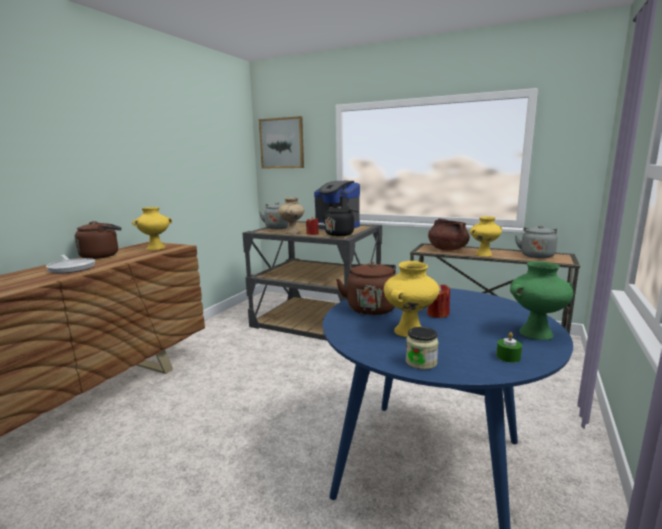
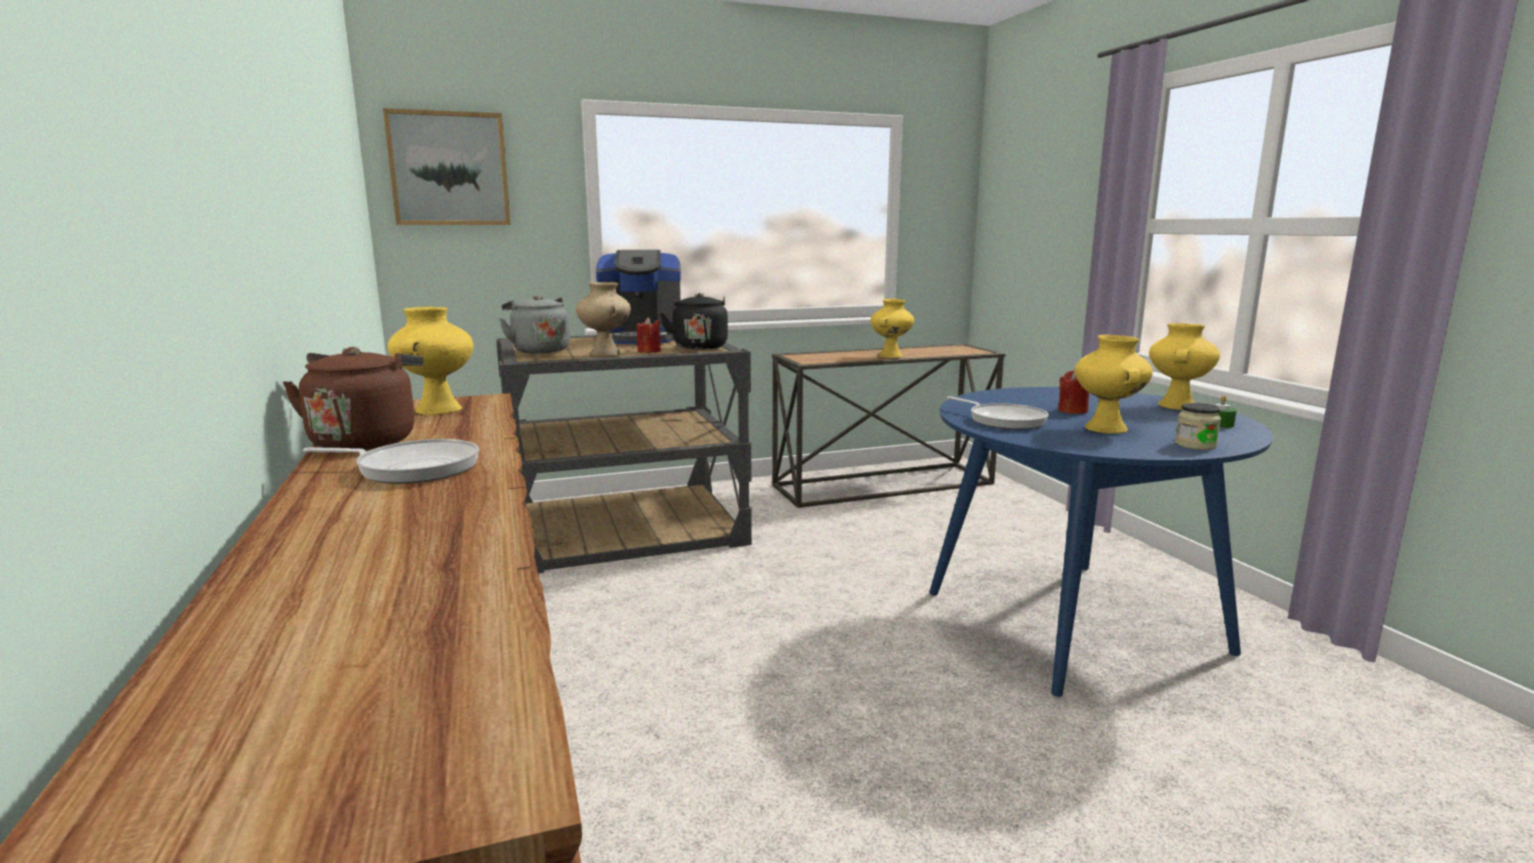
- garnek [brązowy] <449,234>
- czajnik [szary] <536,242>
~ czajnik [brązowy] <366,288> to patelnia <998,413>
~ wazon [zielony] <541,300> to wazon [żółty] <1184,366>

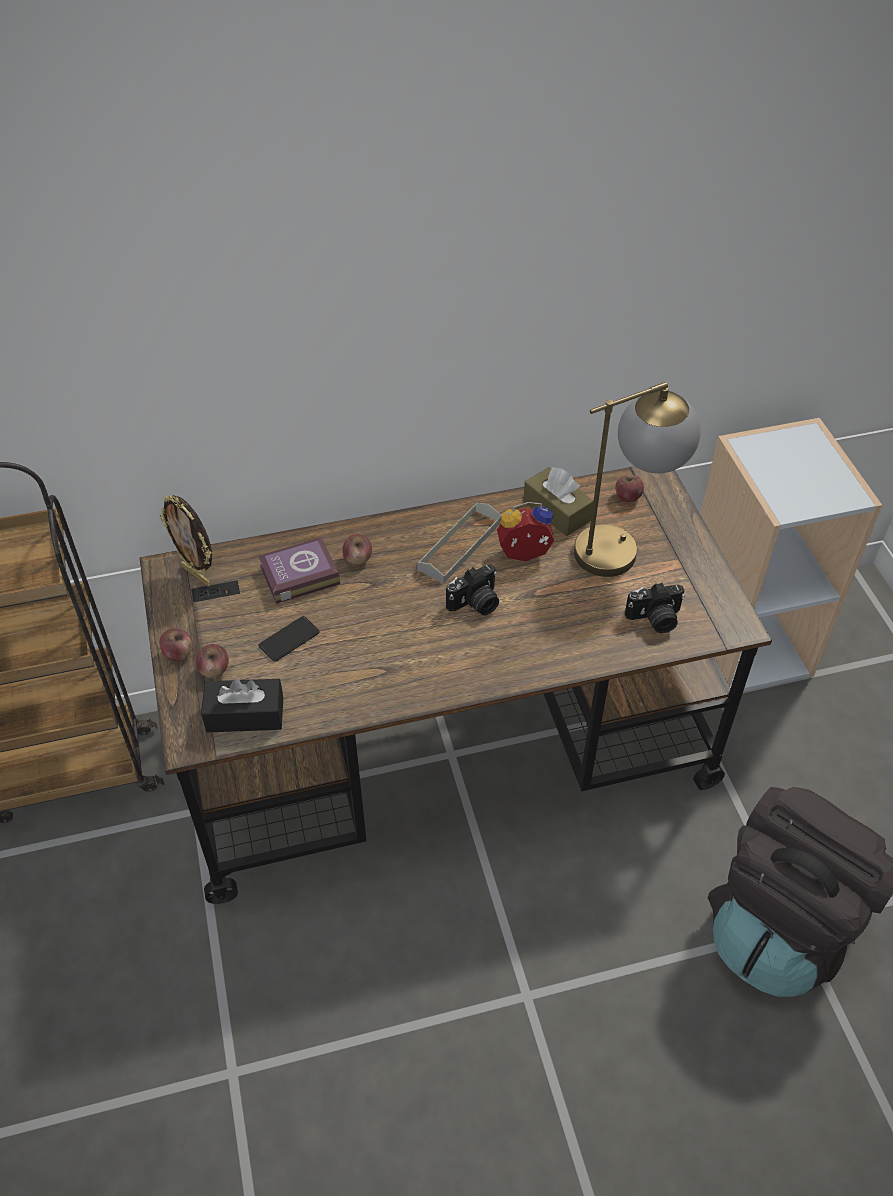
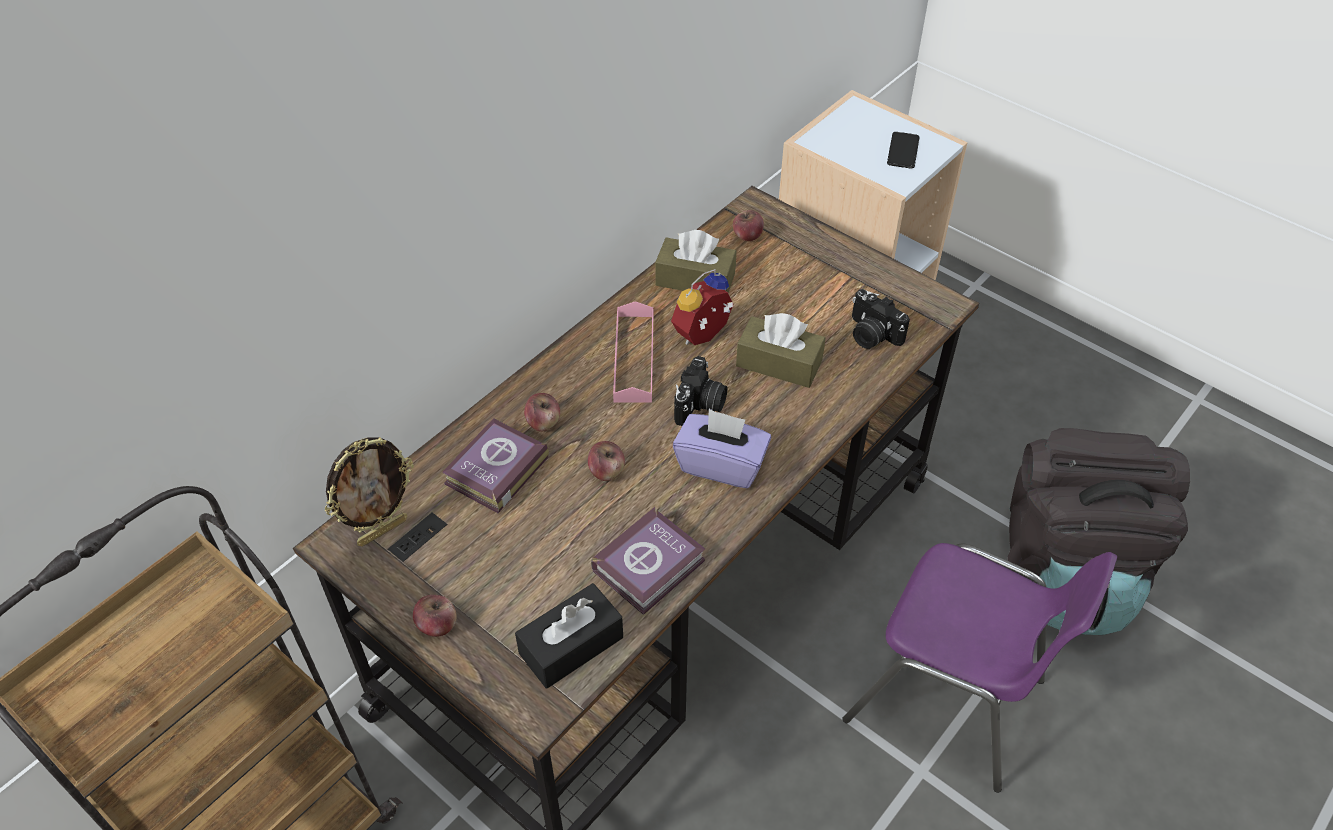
- lampa stołowa <637,479>
+ książka <648,561>
+ pudełko chusteczek [fioletowy] <722,448>
+ pudełko chusteczek [brązowy] <780,350>
+ krzesło [fioletowy] <979,668>
~ jabłko <212,661> to <606,461>
~ telefon <289,638> to <903,150>
~ taca [szary] <459,543> to taca [różowy] <633,352>
~ ramka na zdjęcie <186,541> = <369,492> 45 degrees counterclockwise
~ aparat fotograficzny <655,607> = <881,319> 90 degrees clockwise

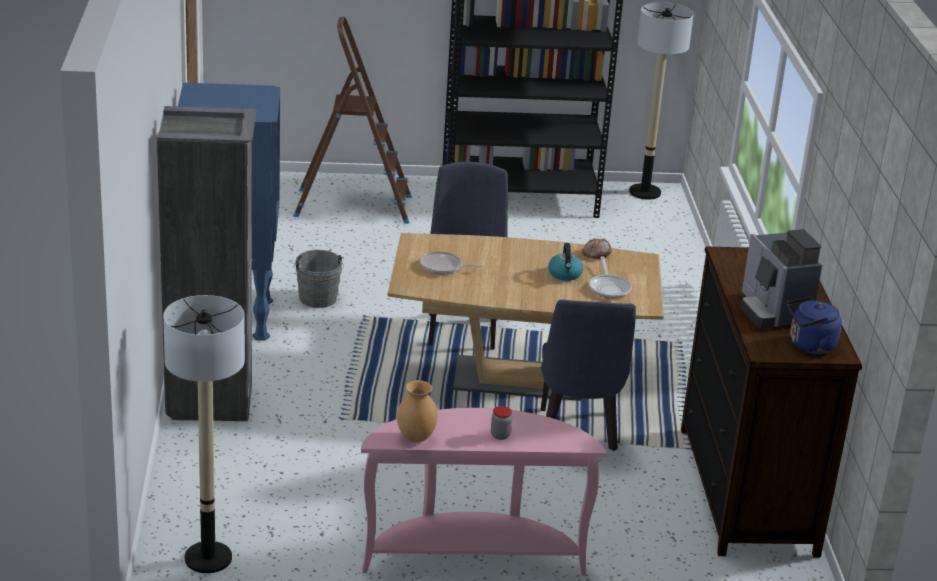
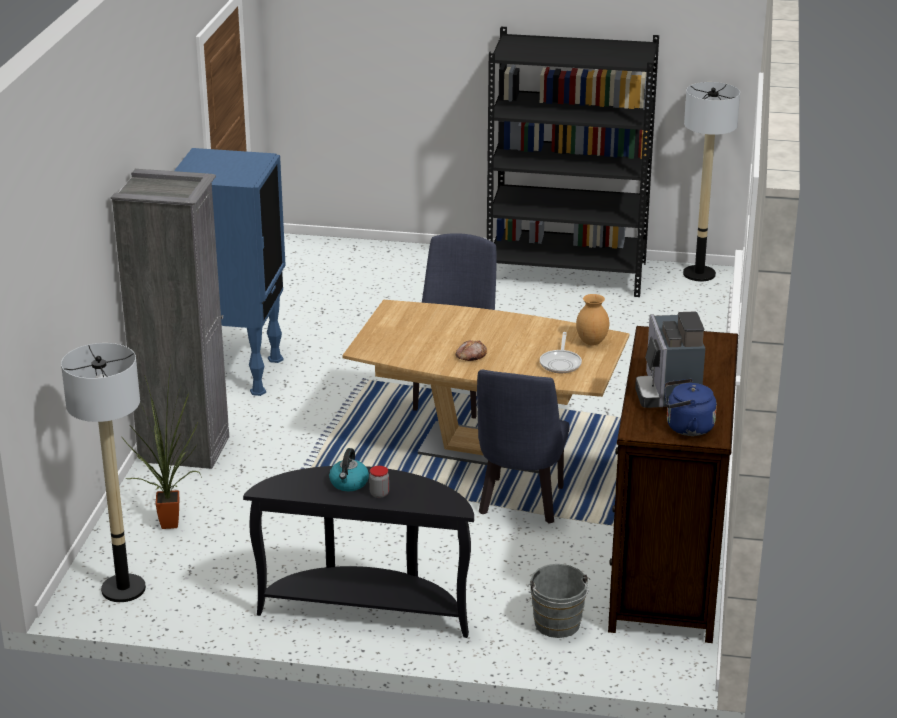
- drabinka [brązowy] <352,120>
- patelnia <451,263>
+ roślina doniczkowa <162,449>
~ wiadro [szary] <319,279> to <558,601>
~ wazon [brązowy] <417,411> to <592,319>
~ czajnik <565,262> to <349,469>
~ chleb <597,248> to <471,350>
~ stolik konsolowy [różowy] <484,492> to stolik konsolowy [czarny] <358,552>

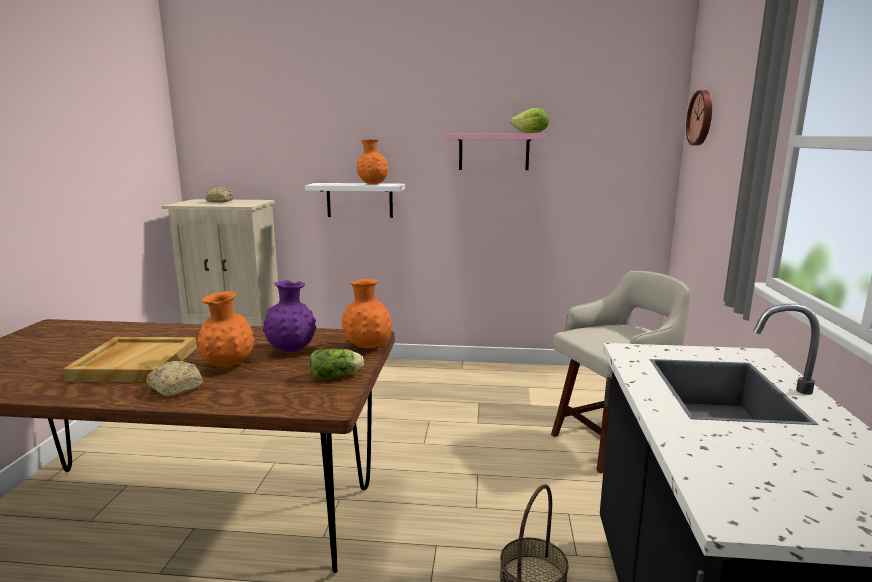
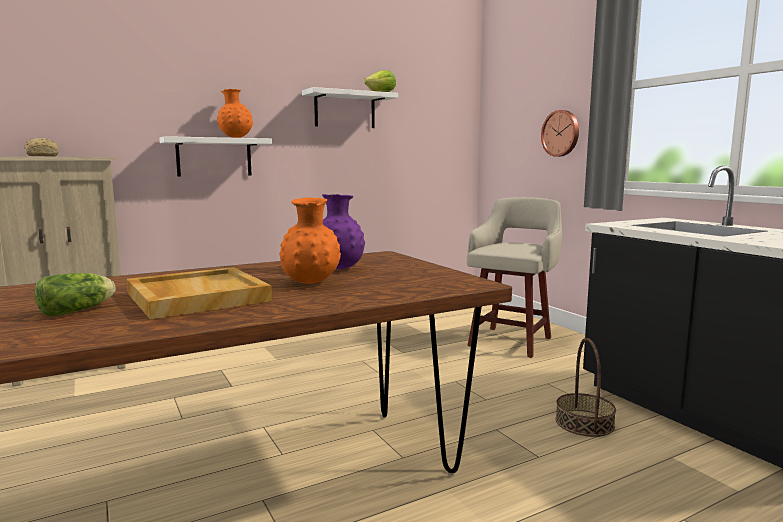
- chleb <174,379>
- wazon [pomarańczowy] <367,313>
~ sałata <336,364> to <75,295>
~ zegar ścienny <699,117> to <560,133>
~ półka [różowy] <495,152> to półka [biały] <350,107>

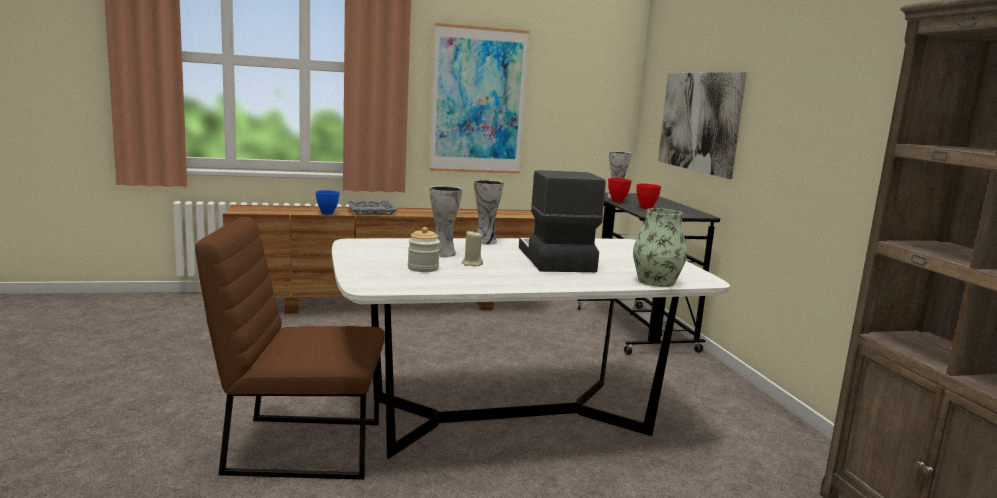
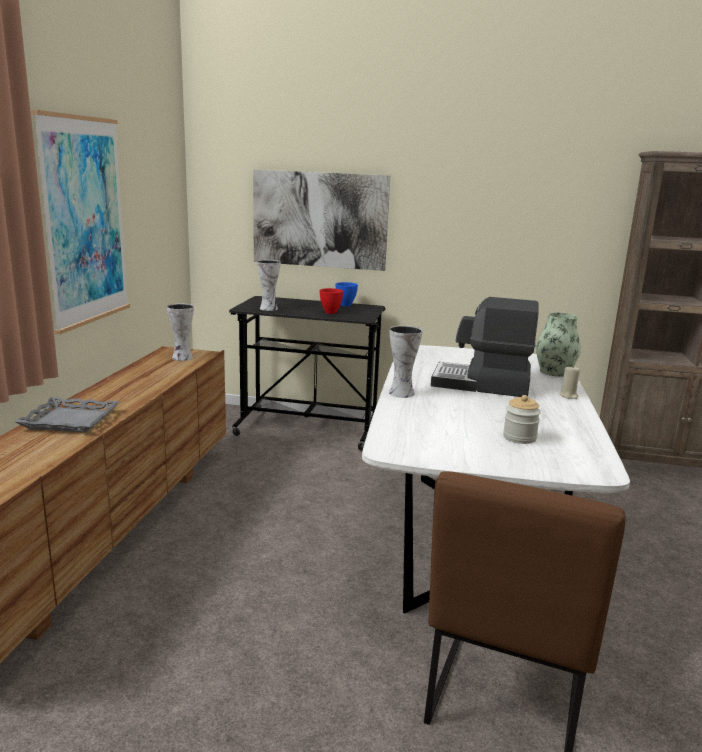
- miska [czerwony] <620,190>
~ miska [niebieski] <328,202> to <346,294>
~ wazon <446,221> to <180,332>
~ świeca [beżowy] <472,248> to <570,382>

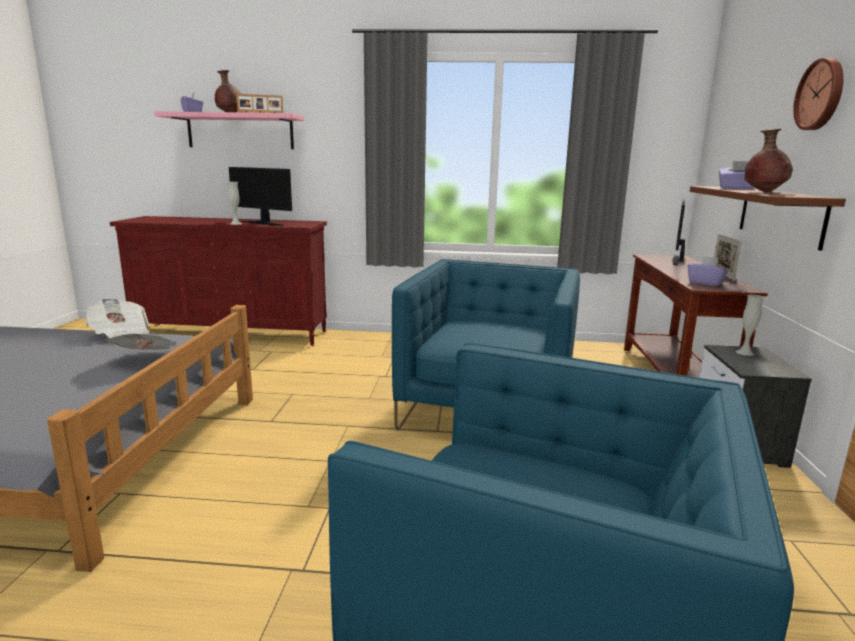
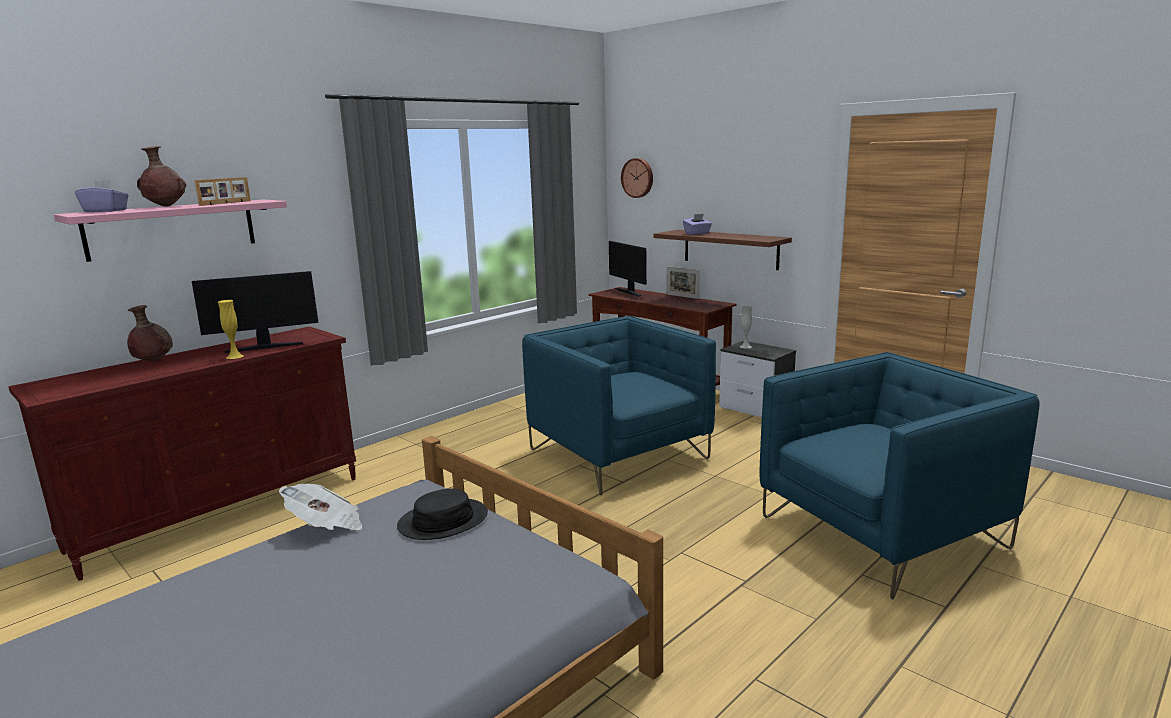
- pudełko chusteczek [fioletowy] <708,271>
~ wazon [brązowy] <769,160> to <150,333>
~ zegar ścienny <818,94> to <637,178>
~ gazeta <141,342> to kapelusz [czarny] <442,514>
~ wazon [biały] <234,203> to wazon [żółty] <231,329>

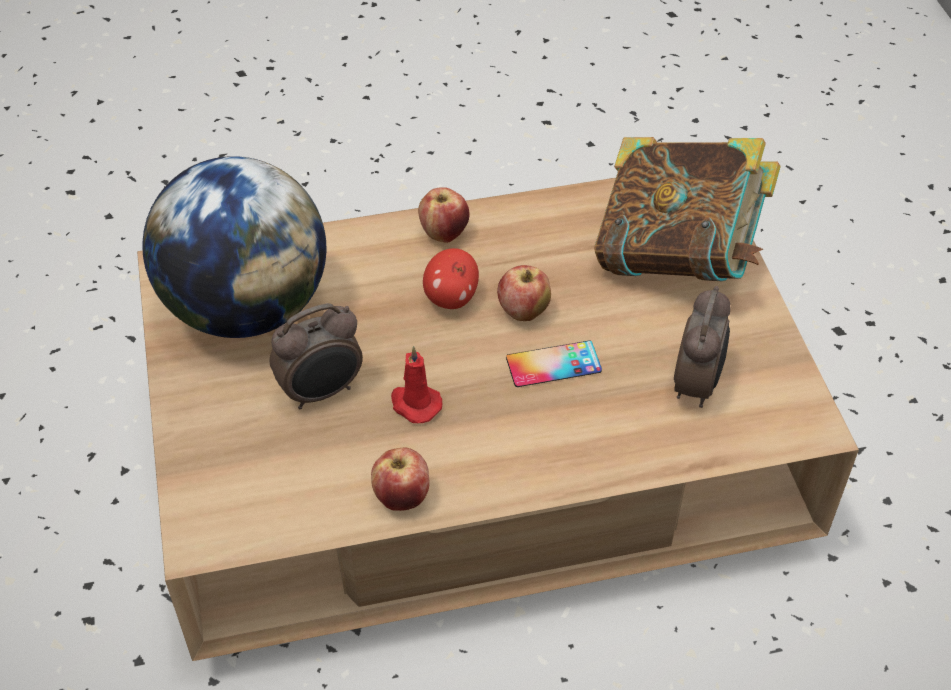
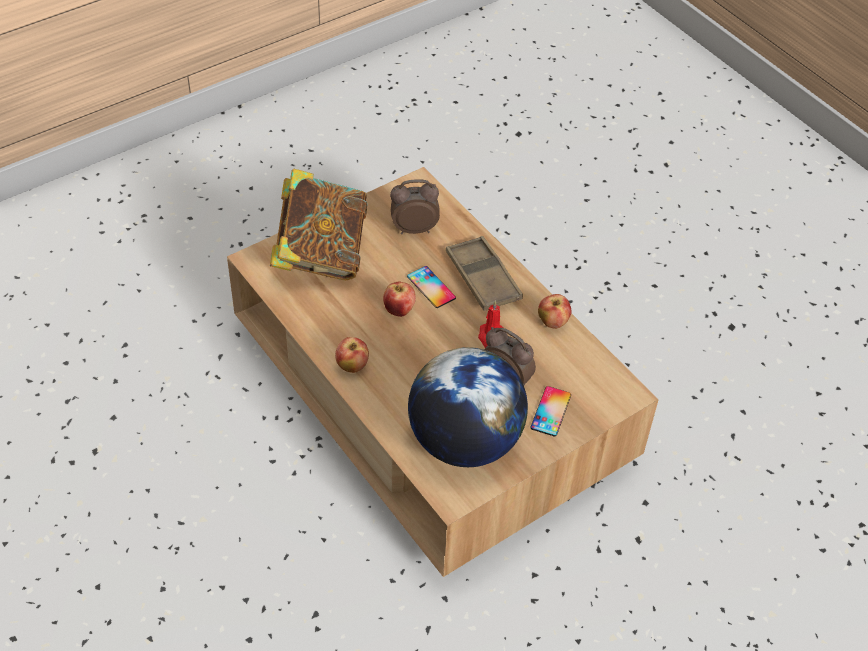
- jabłko <451,278>
+ taca [brązowy] <484,273>
+ telefon <551,411>

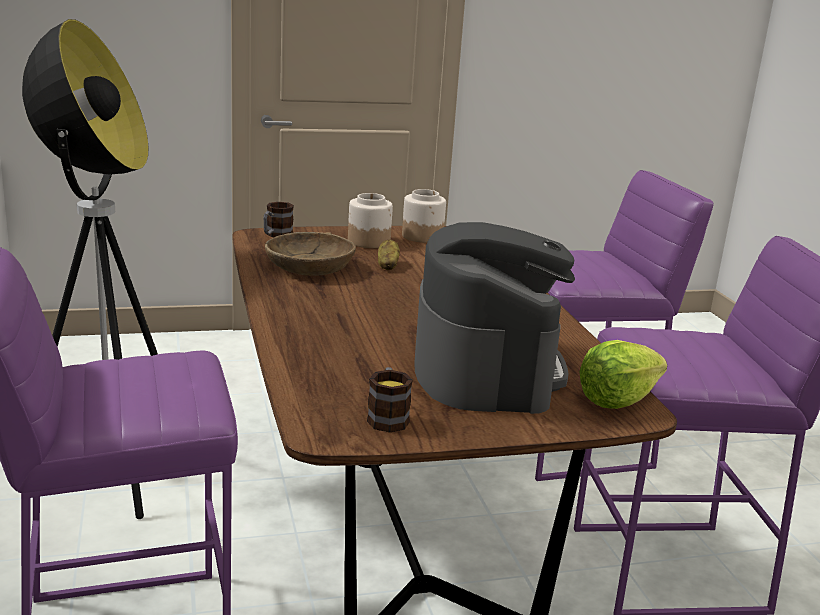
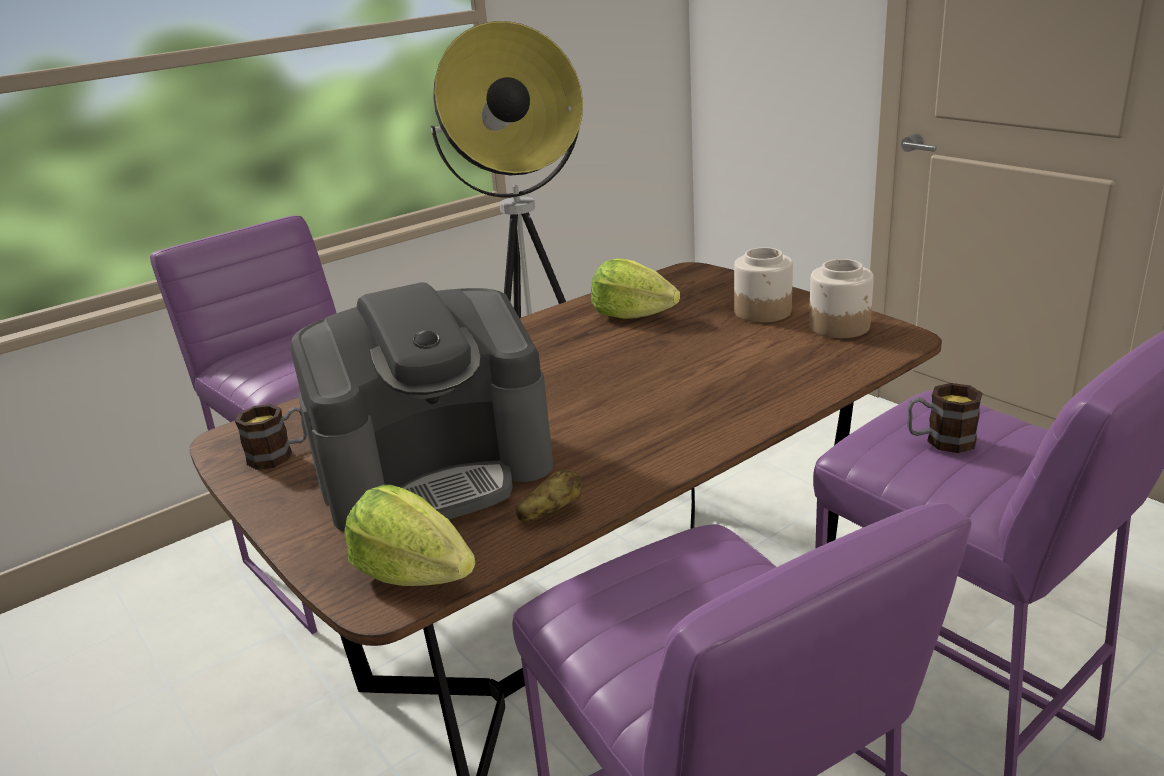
~ kubek <278,219> to <945,418>
~ ziemniak <389,255> to <549,496>
~ miska [brązowy] <310,254> to sałata <635,288>

